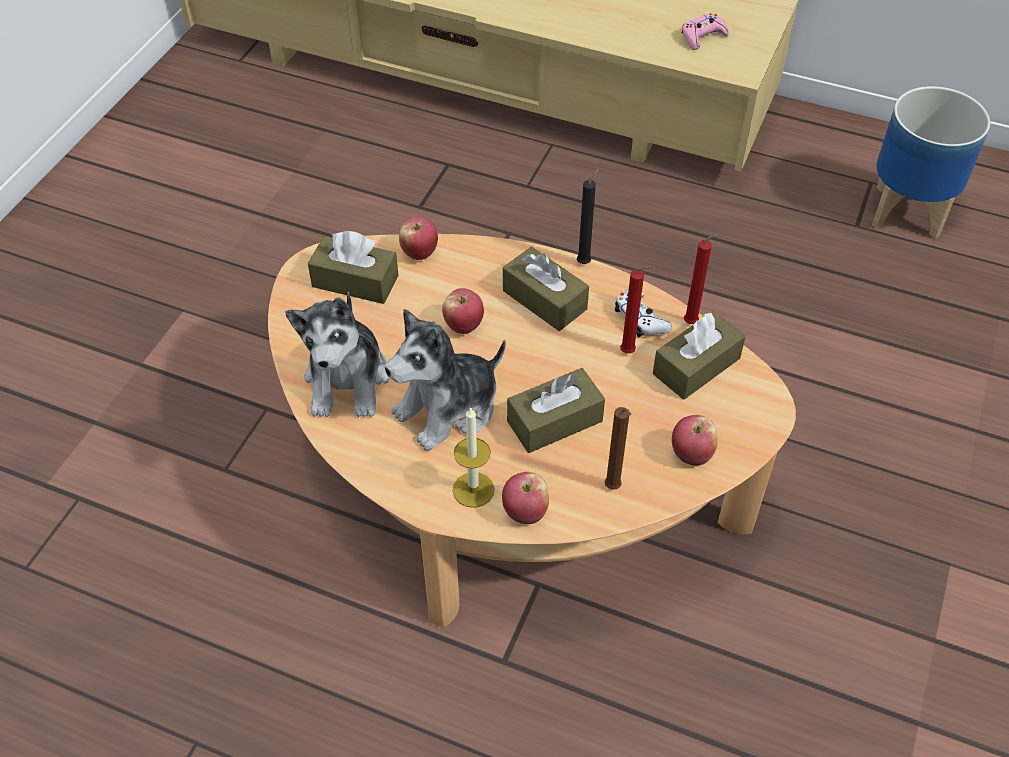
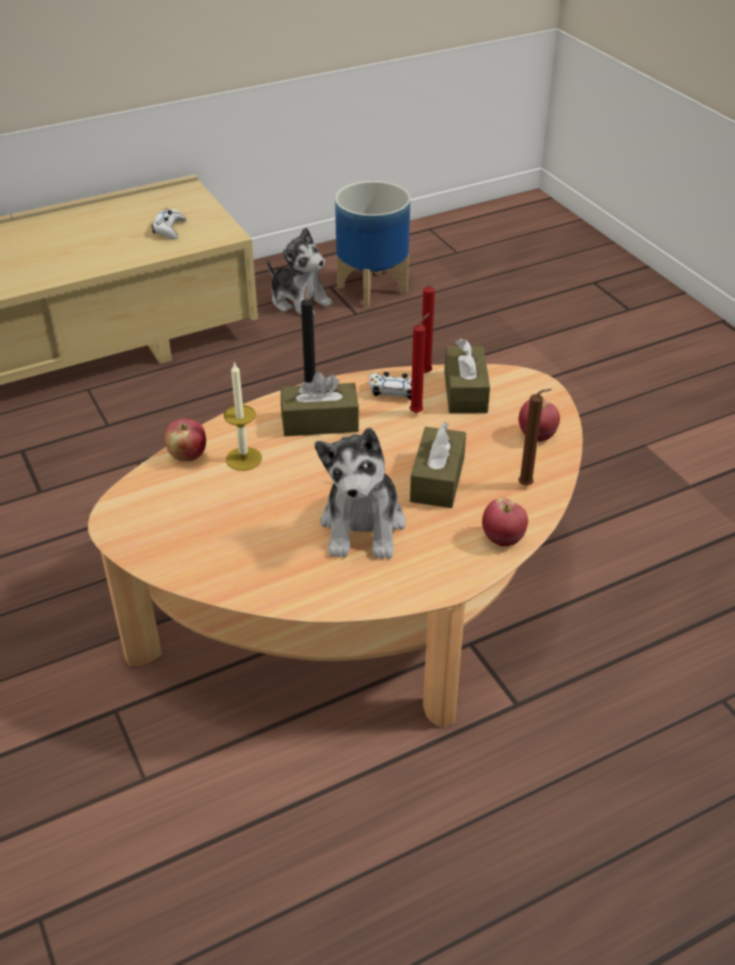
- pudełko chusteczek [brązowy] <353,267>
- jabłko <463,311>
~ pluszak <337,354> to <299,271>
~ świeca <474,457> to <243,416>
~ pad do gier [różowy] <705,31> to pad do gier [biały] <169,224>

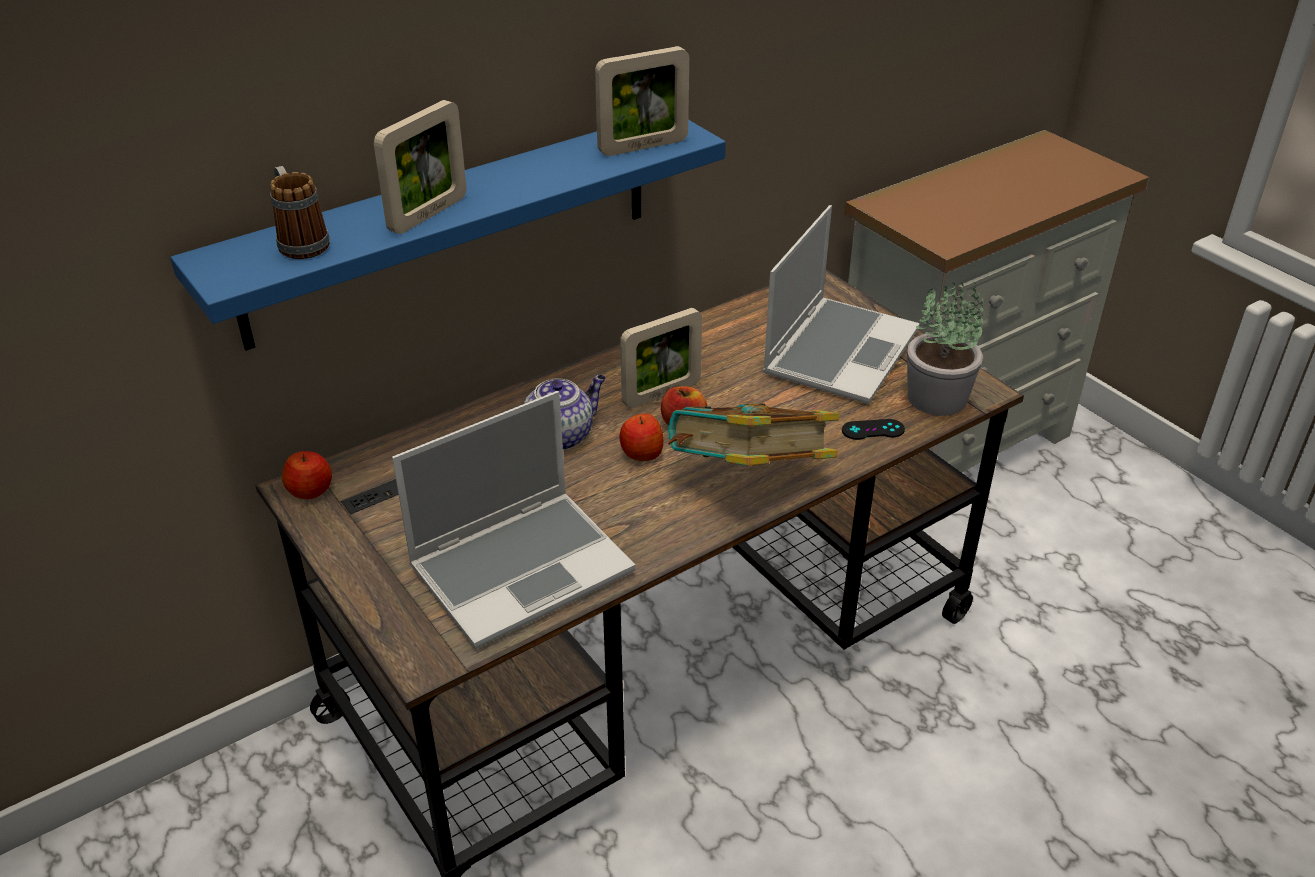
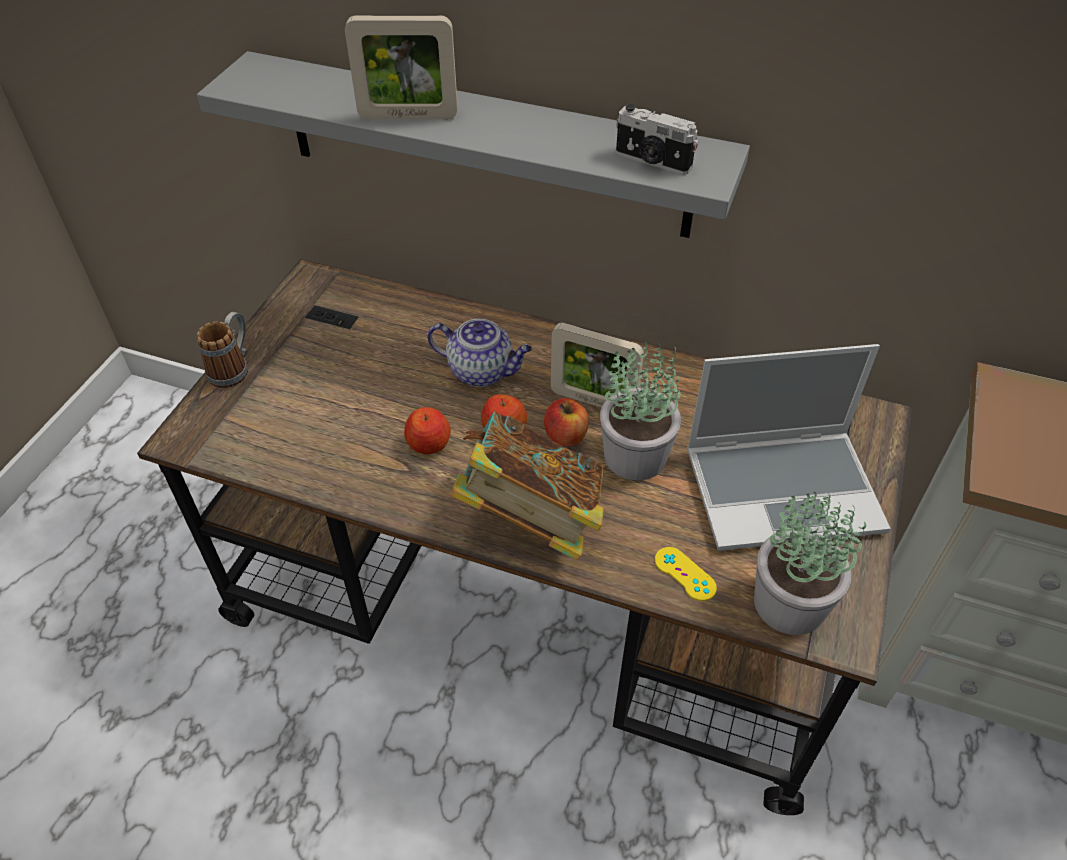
- laptop <513,519>
+ roślina doniczkowa <640,410>
~ kubek <300,212> to <222,350>
~ jabłko <307,475> to <427,430>
~ ramka na zdjęcie <642,101> to aparat fotograficzny <657,139>
~ półka [niebieski] <448,235> to półka [szary] <473,144>
~ pad do gier [czarny] <873,429> to pad do gier [żółty] <686,574>

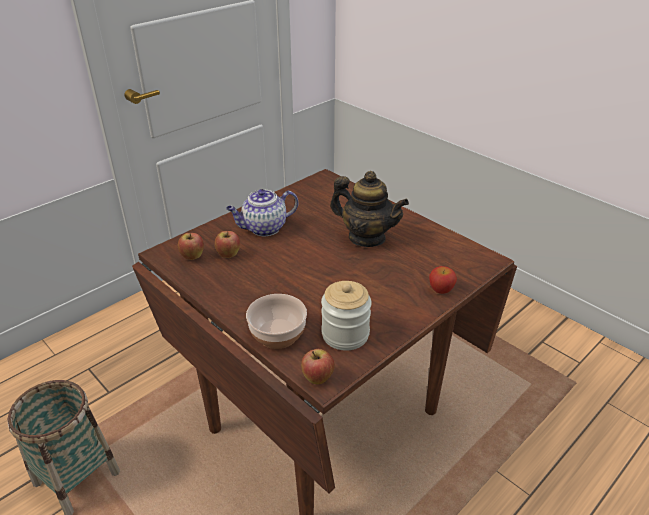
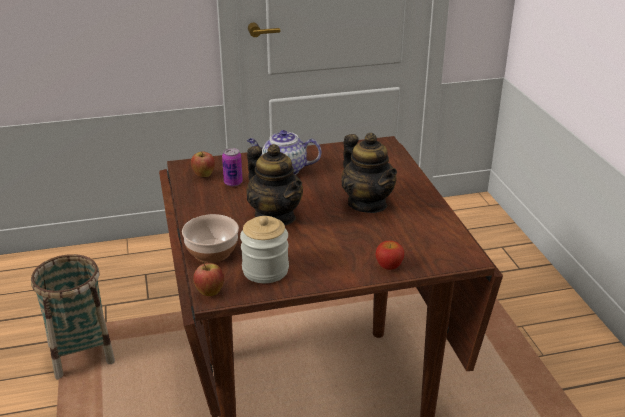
+ imbryk <274,184>
~ jabłko <227,244> to puszka <232,167>

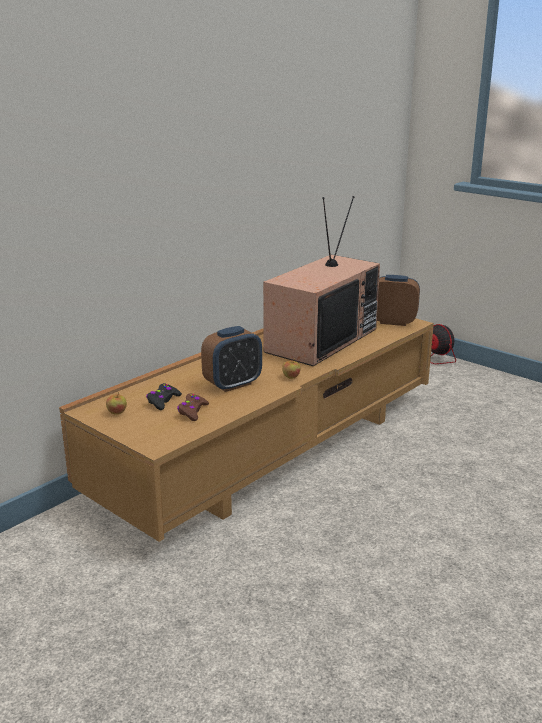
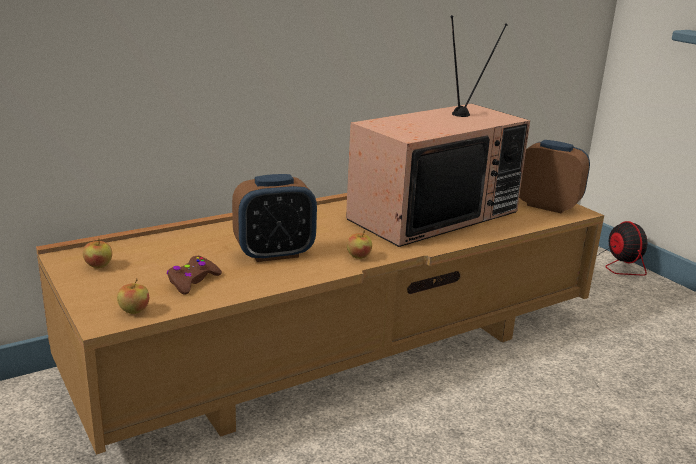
- pad do gier [czarny] <164,396>
+ jabłko <133,296>

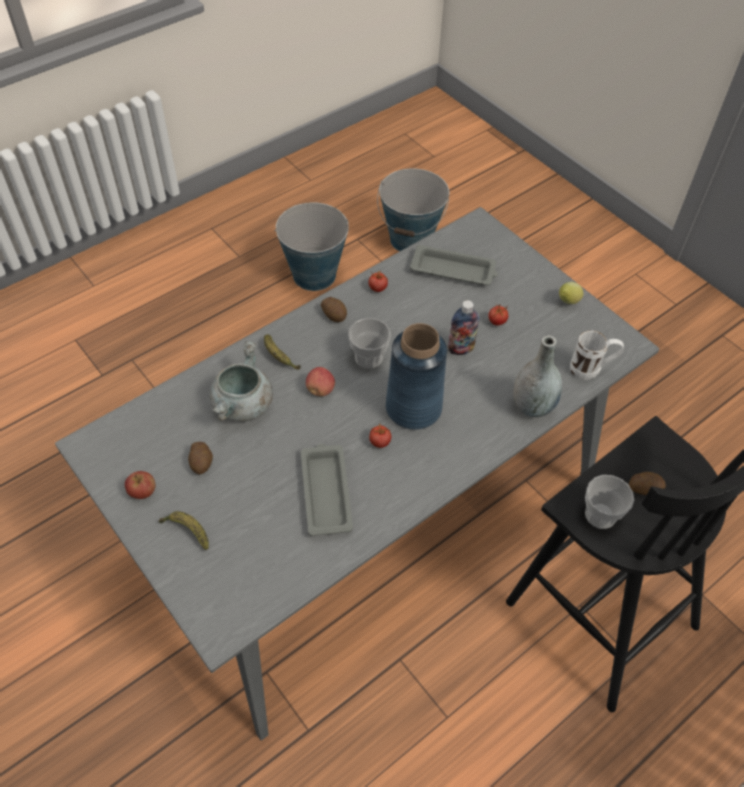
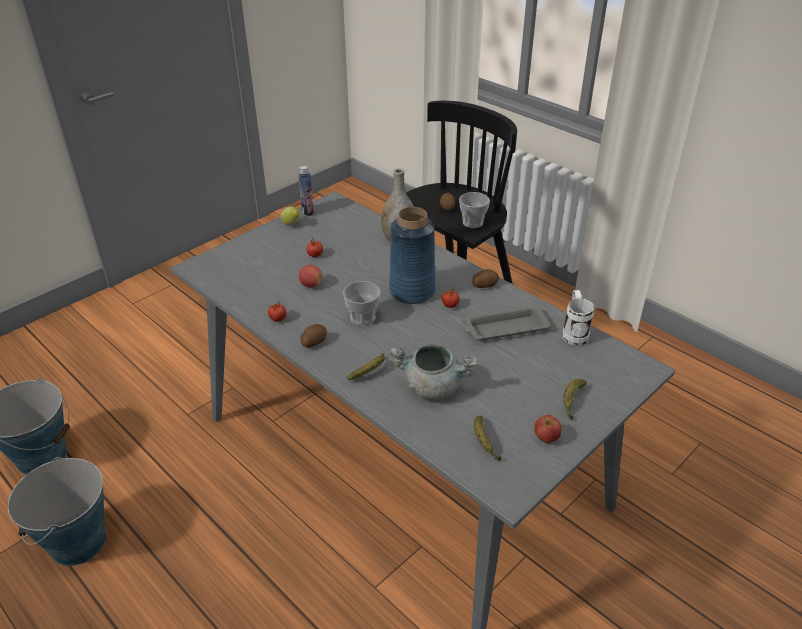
- taca [szary] <454,264>
+ banan <487,439>
~ ziemniak <200,458> to <485,278>
~ jabłko <320,381> to <310,276>
~ butelka <464,327> to <306,191>
~ kubek [biały] <597,355> to <578,318>

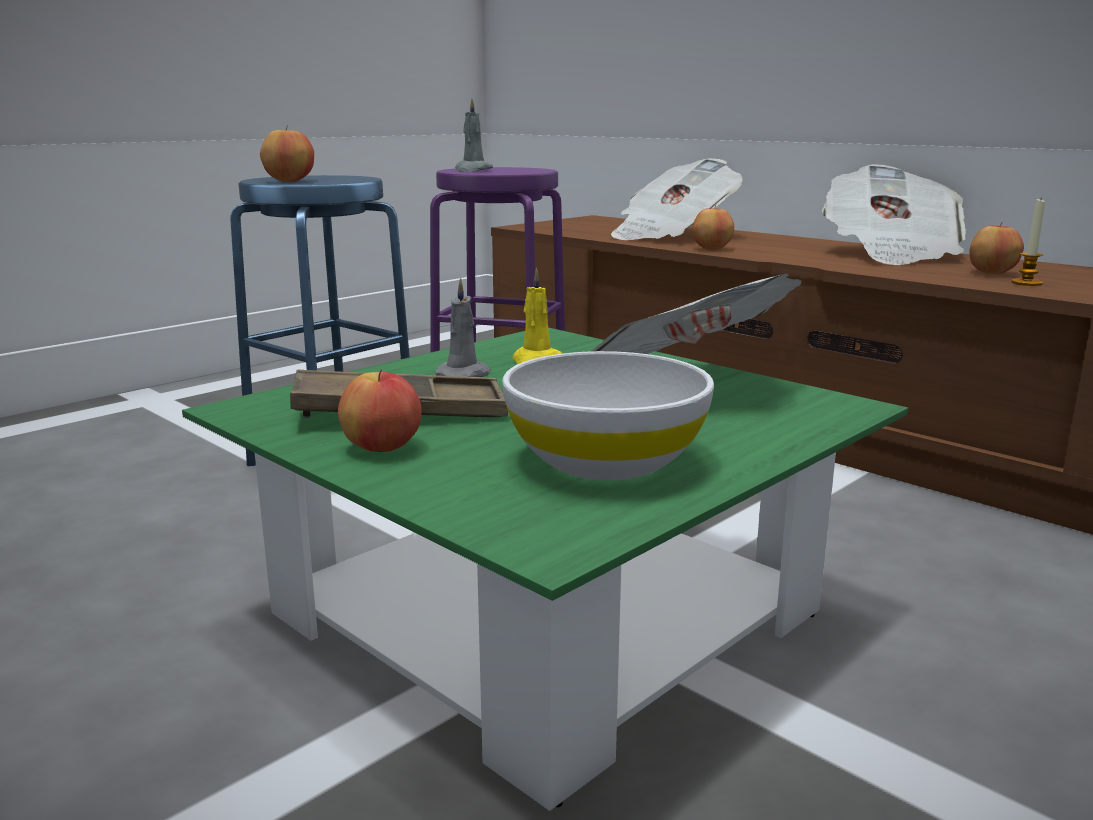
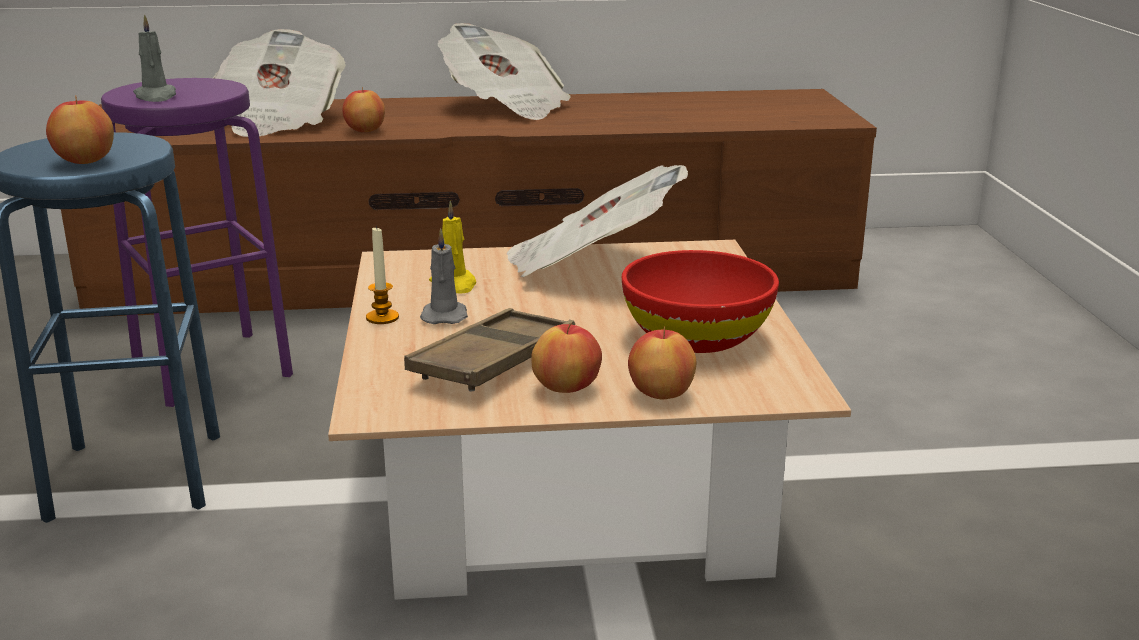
~ jabłko <996,247> to <662,363>
~ świeca <1028,241> to <382,274>
~ ława [zielony] <545,569> to ława [beżowy] <589,420>
~ miska [biały] <608,415> to miska [czerwony] <700,301>

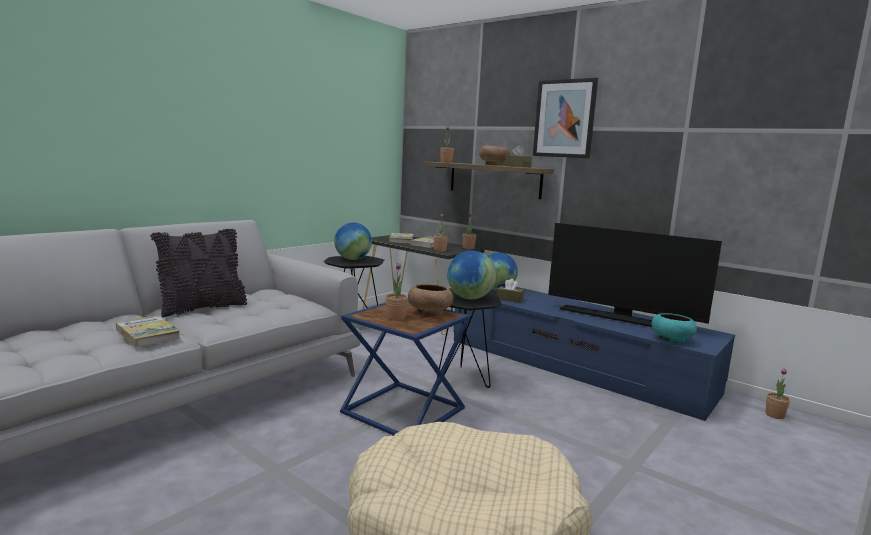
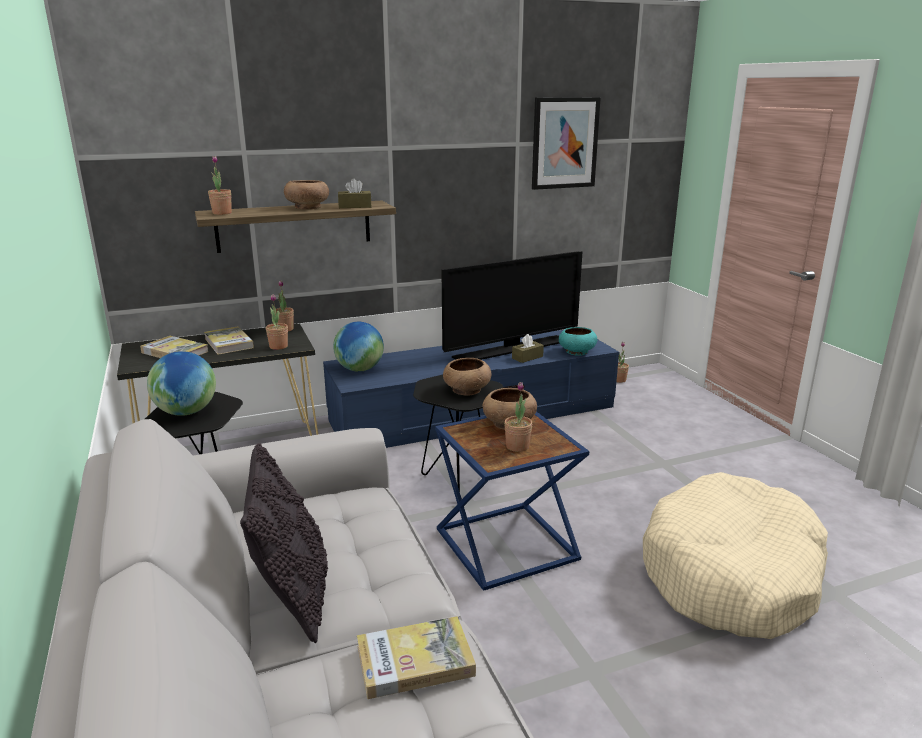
~ pudełko chusteczek [brązowy] <510,291> to <528,348>
~ obraz <565,118> to <566,143>
~ globus <471,274> to miska [brązowy] <467,377>

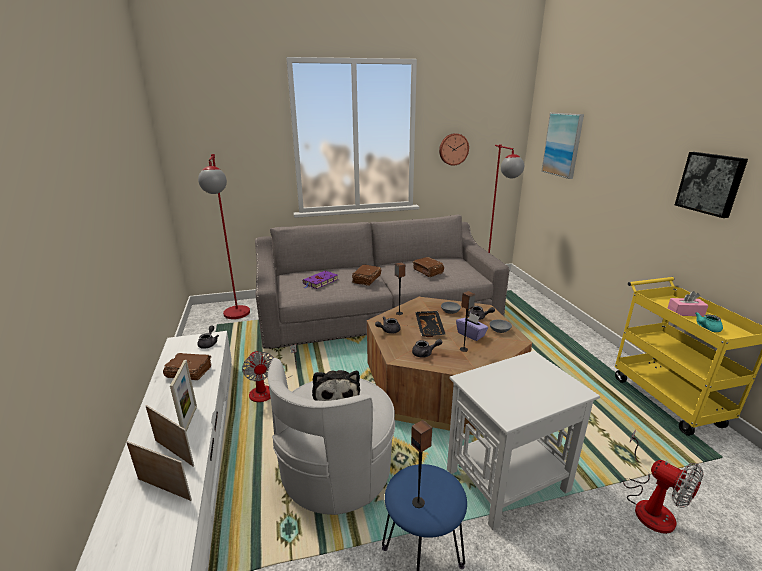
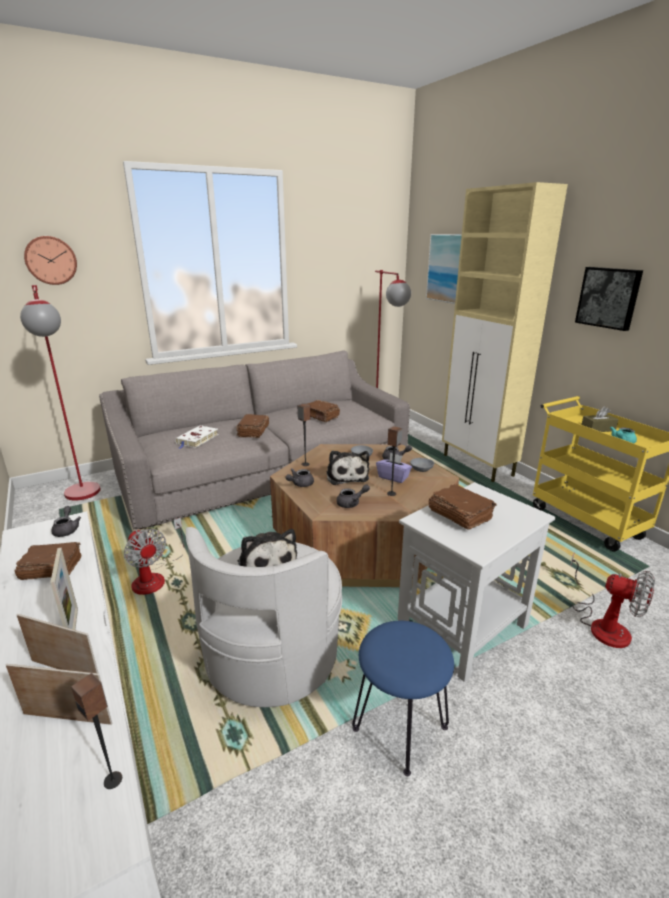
+ książka [brązowy] <462,507>
+ szafka [beżowy] <505,332>
~ głośnik <421,464> to <96,731>
~ zegar ścienny <454,149> to <50,260>
~ taca [czarny] <430,324> to pluszak <347,468>
~ książka [fioletowy] <320,280> to książka [biały] <197,437>
~ pudełko chusteczek [różowy] <688,303> to pudełko chusteczek [brązowy] <600,419>

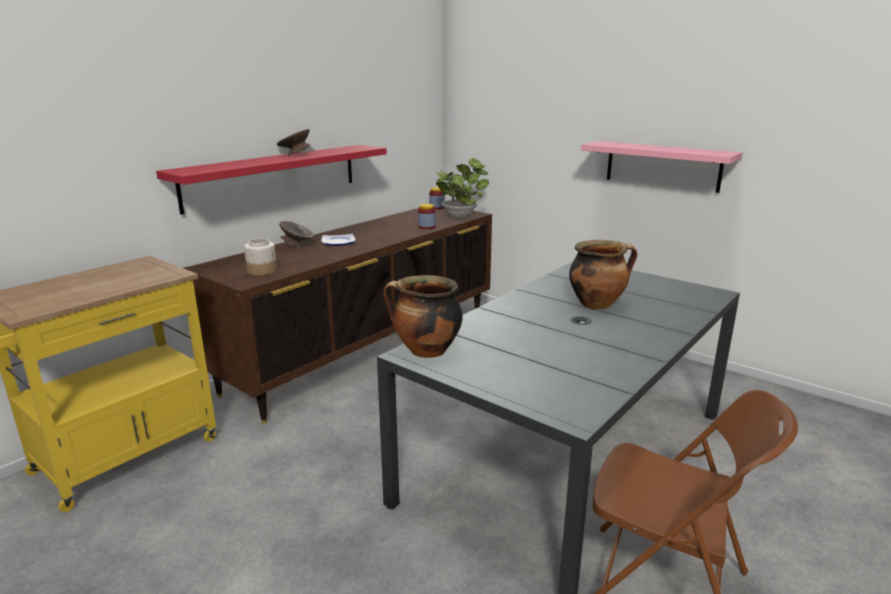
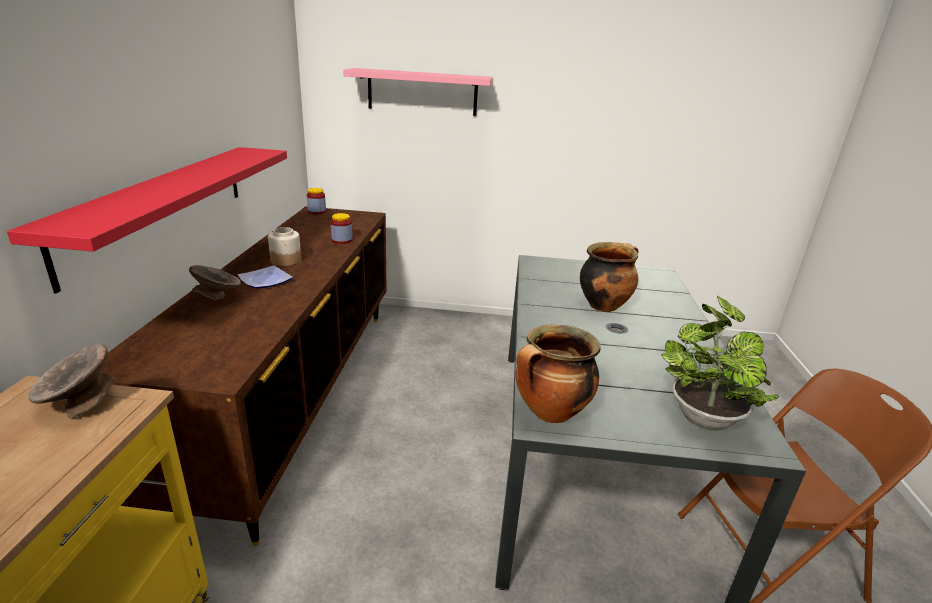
~ słoik <260,257> to <284,246>
~ miska [szary] <293,142> to <71,381>
~ roślina doniczkowa <462,188> to <720,363>
~ półka [różowy] <661,167> to <418,92>

